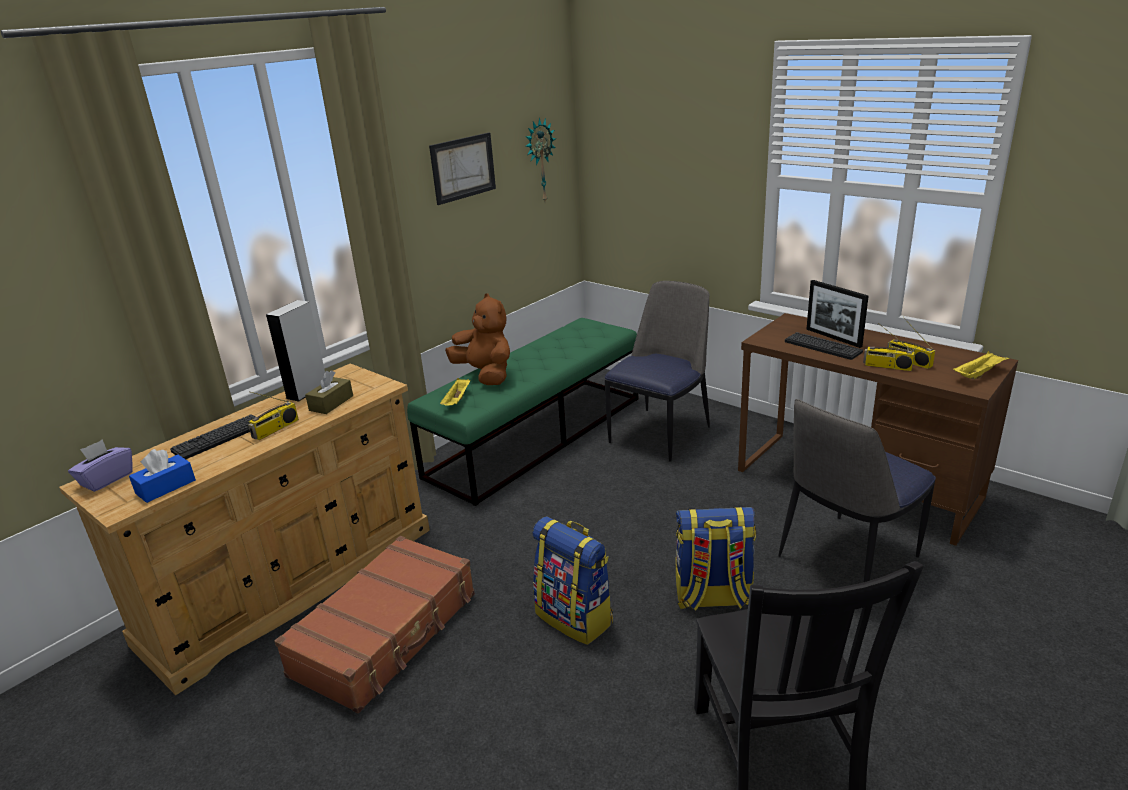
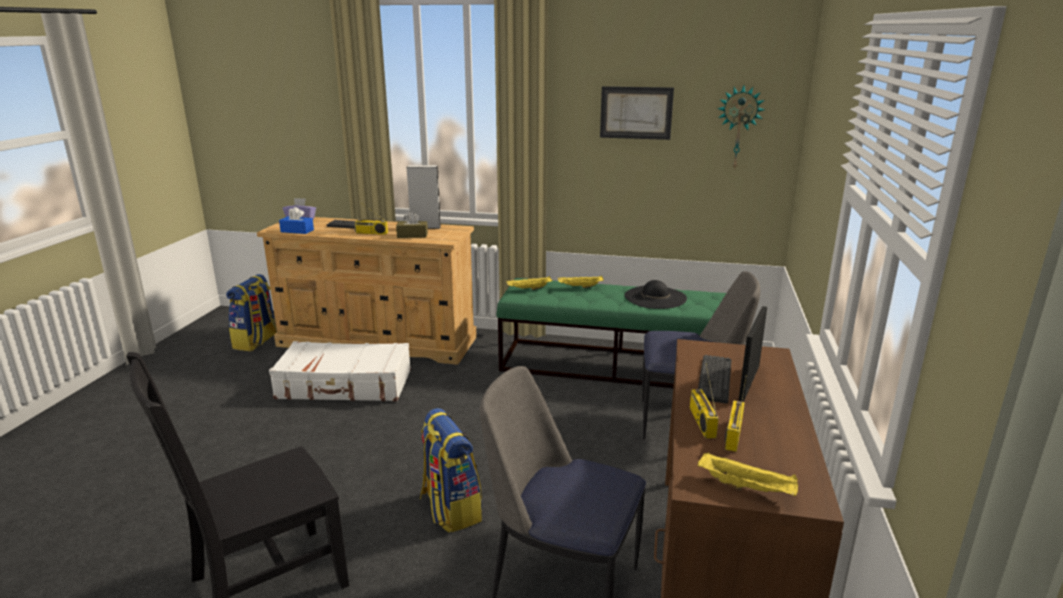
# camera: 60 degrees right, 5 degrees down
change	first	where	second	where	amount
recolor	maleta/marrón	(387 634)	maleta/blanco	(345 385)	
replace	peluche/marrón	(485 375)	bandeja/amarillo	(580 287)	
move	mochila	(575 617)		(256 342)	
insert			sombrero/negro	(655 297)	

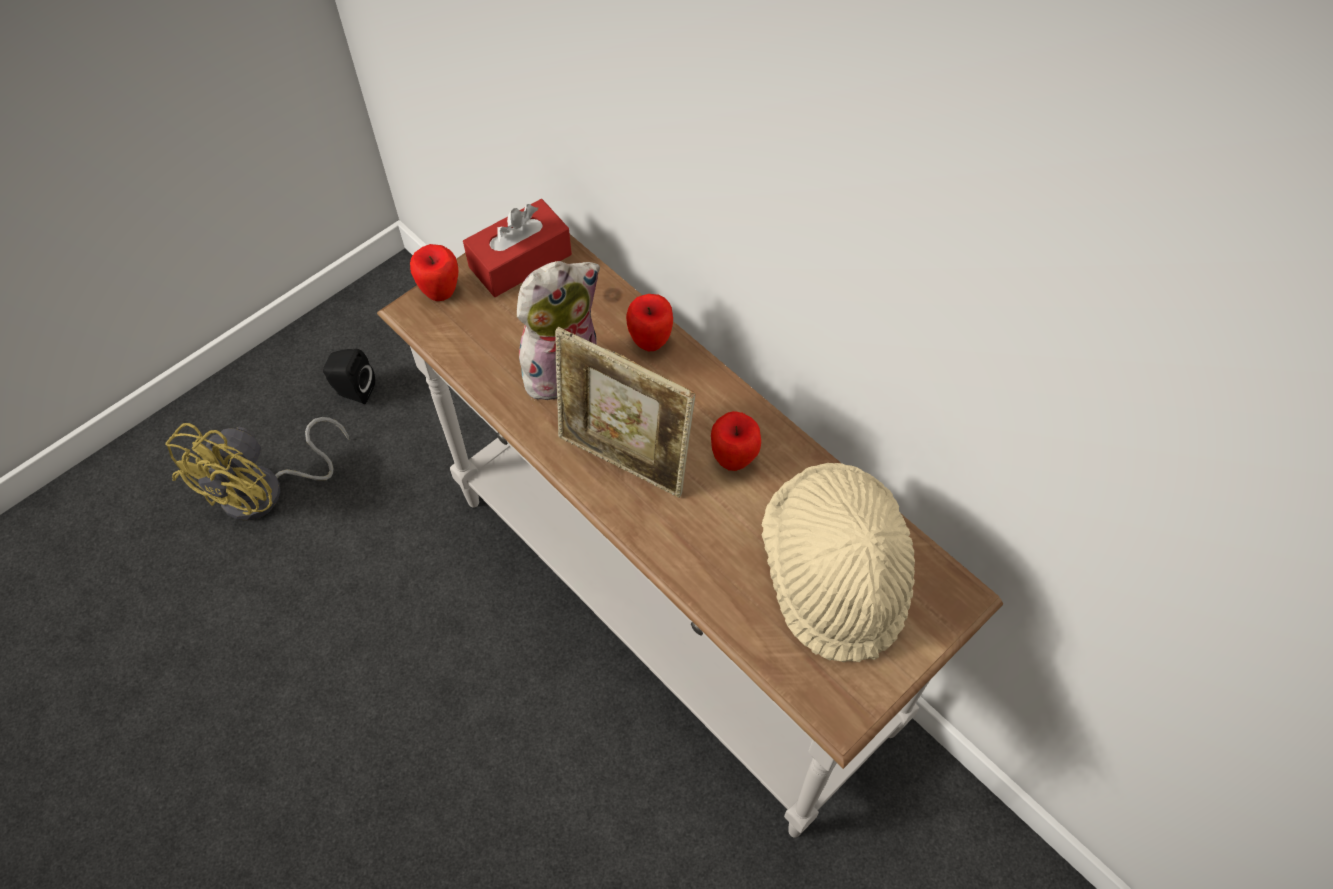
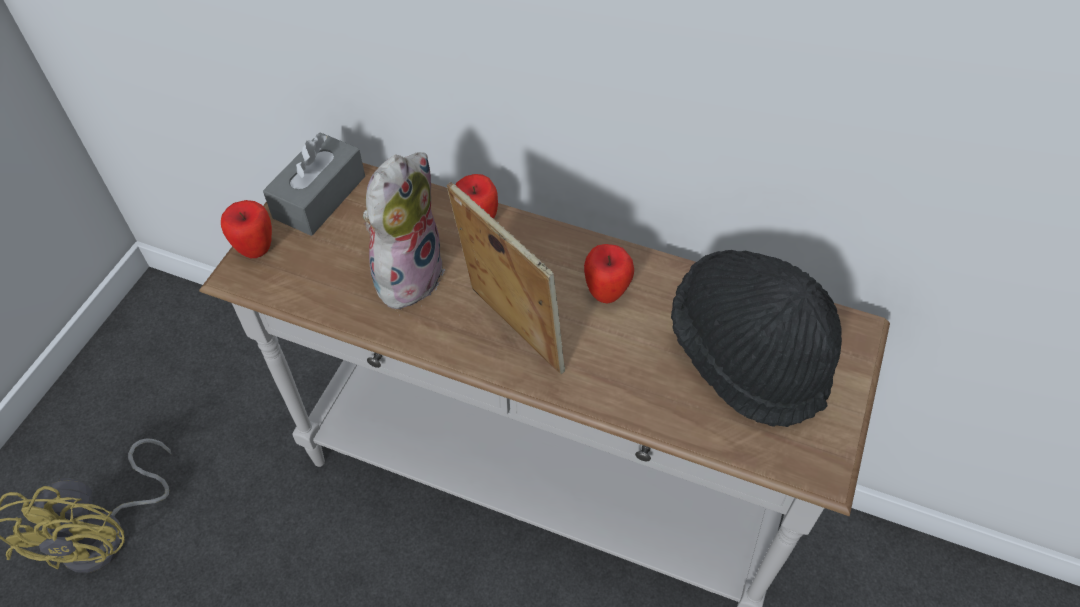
# camera: 25 degrees left, 5 degrees down
change	first	where	second	where	amount
delete	altavoz/negro	(353 391)			
recolor	caja de pañuelos/rojo	(520 261)	caja de pañuelos/gris	(319 197)	
rotate	portarretratos	(624 461)		(510 331)	135 degrees counterclockwise
recolor	sombrero/beis	(835 576)	sombrero/negro	(748 355)	

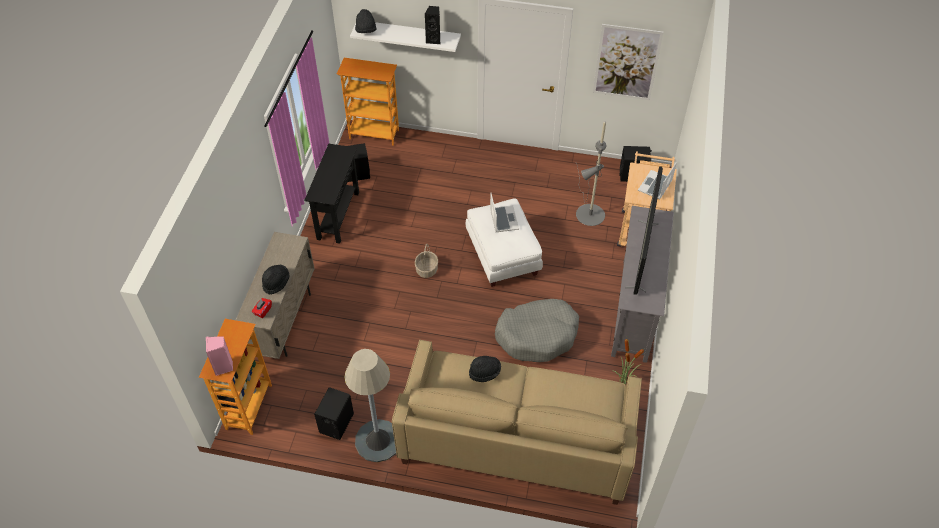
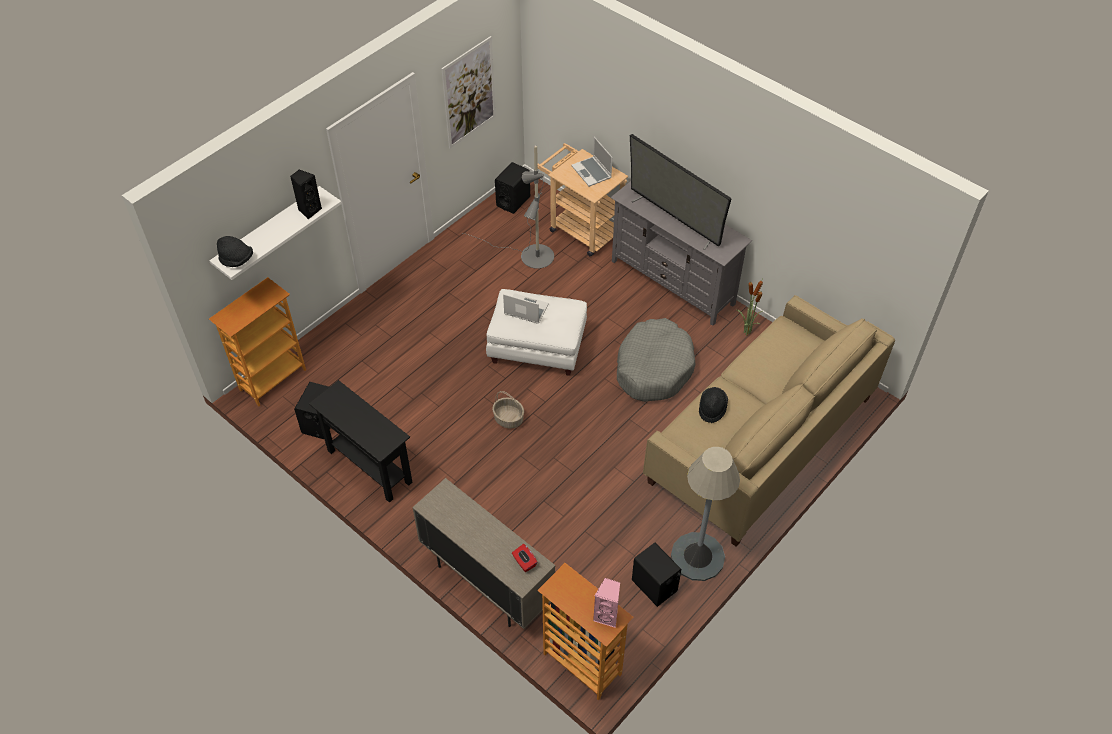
# camera: 60 degrees left, 0 degrees up
change	first	where	second	where	amount
delete	sombrero/negro	(276 283)			

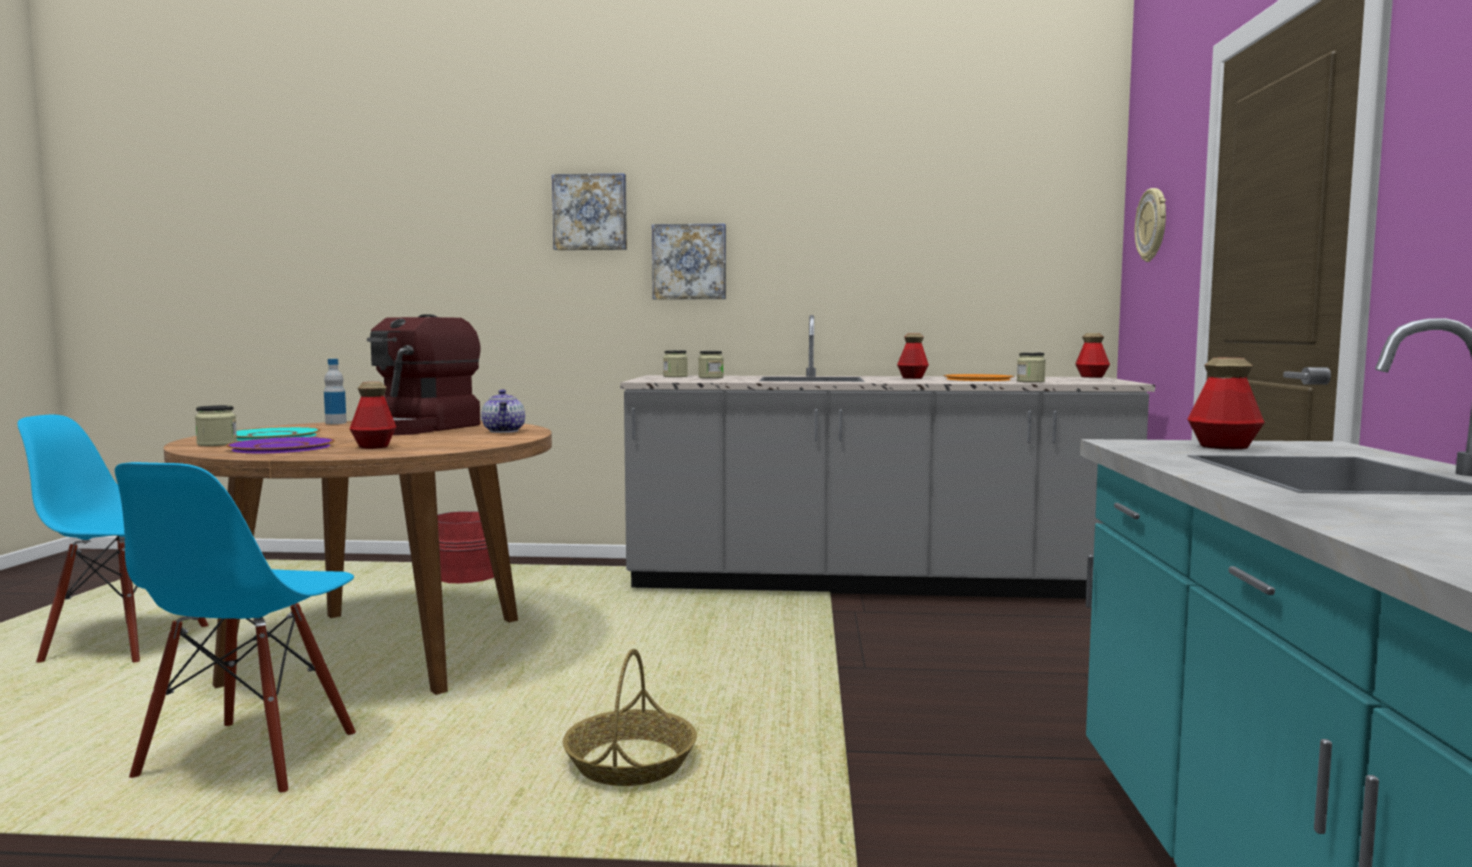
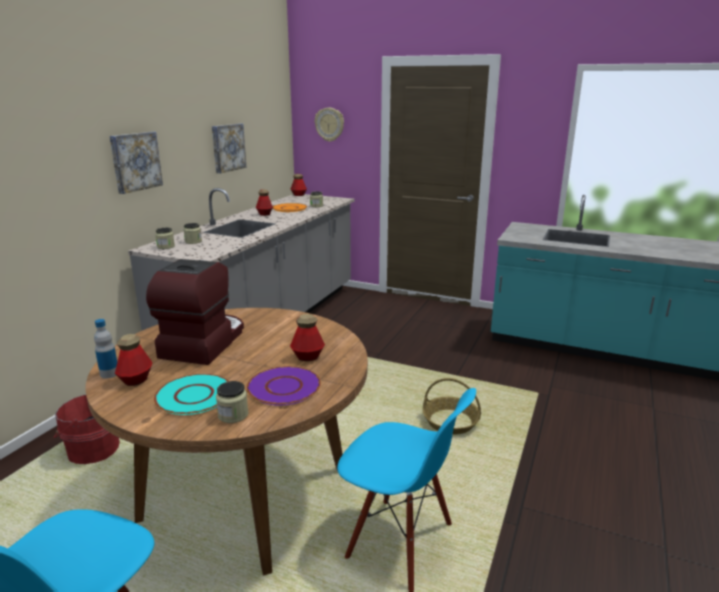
# camera: 70 degrees left, 15 degrees up
change	first	where	second	where	amount
rotate	cafetera	(418 428)		(203 343)	120 degrees counterclockwise
delete	tetera	(505 431)			
move	cuadro	(590 212)		(227 147)	
move	botella	(1223 447)		(136 380)	

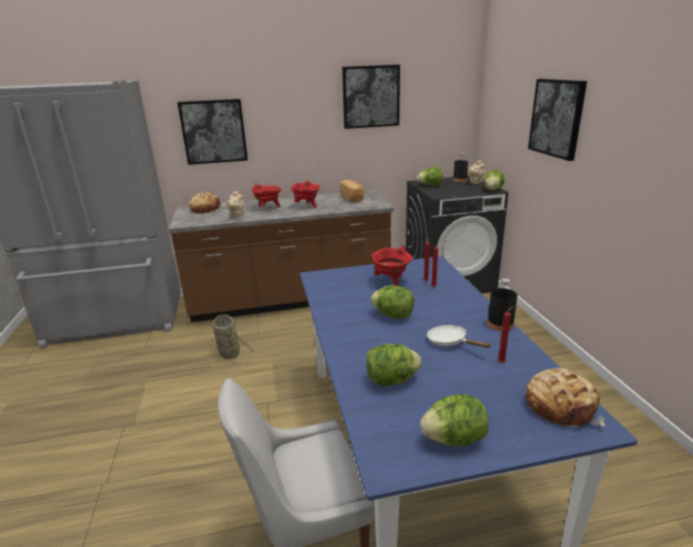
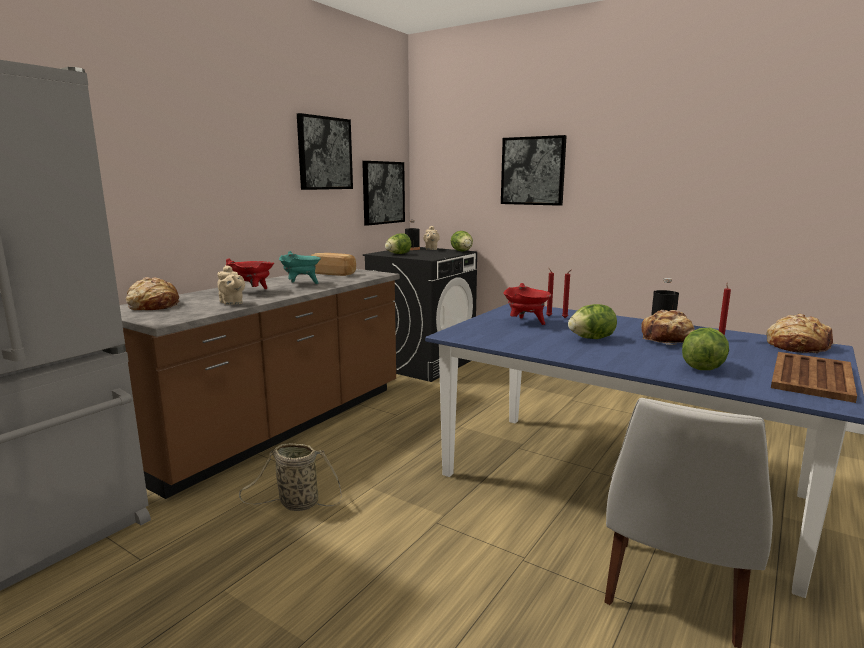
# camera: 45 degrees left, 10 degrees down
change	first	where	second	where	amount
move	cuadro	(214 131)		(383 192)	
recolor	olla/rojo	(307 206)	olla/turquesa	(301 284)	
replace	lechuga	(454 439)	bandeja/marrón	(812 377)	
replace	sartén/blanco	(450 342)	pan	(667 339)	

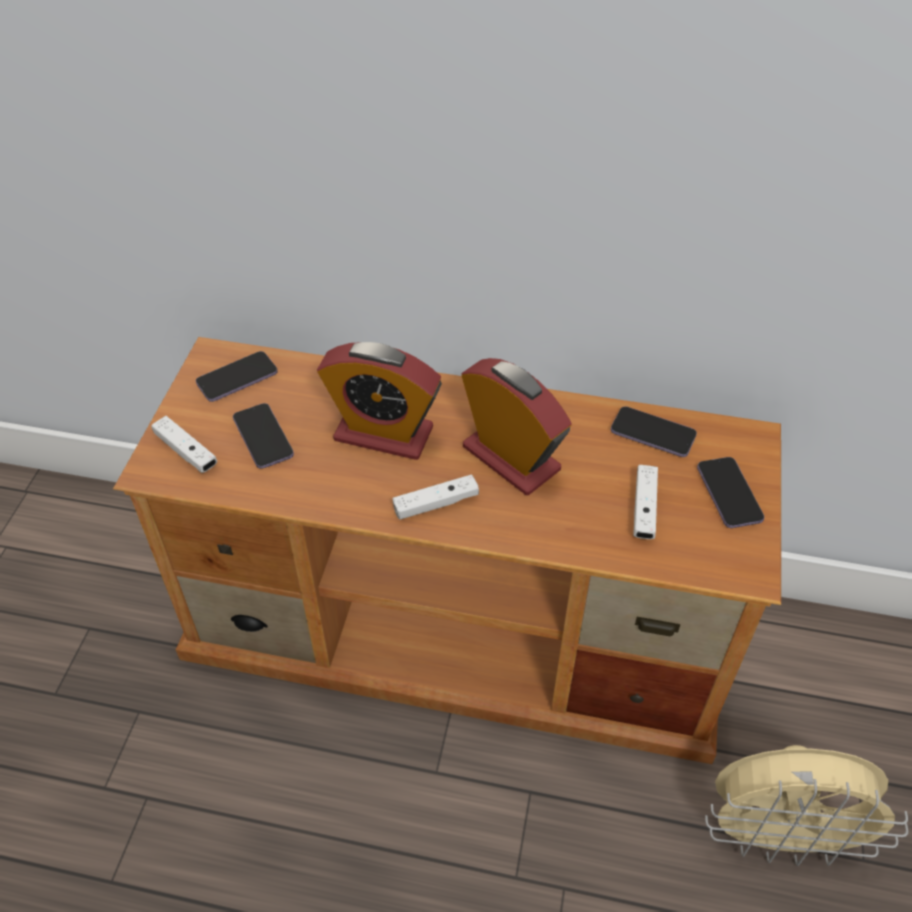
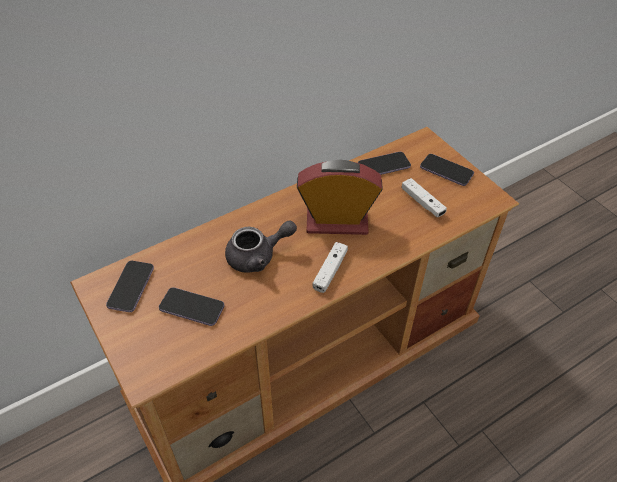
# camera: 45 degrees left, 0 degrees up
change	first	where	second	where	amount
delete	mando de consola/blanco	(186 451)			
replace	despertador	(383 434)	tetera/gris	(258 256)	
delete	ventilador/beis	(780 836)			

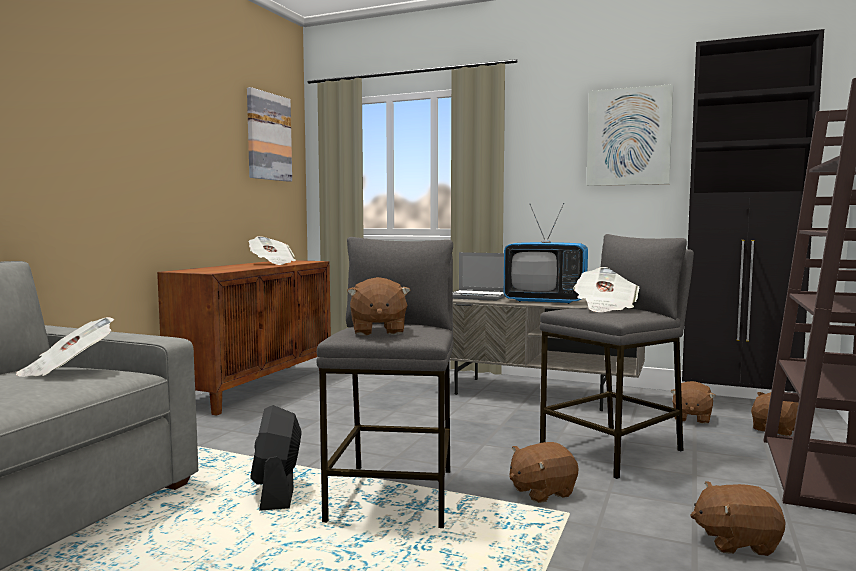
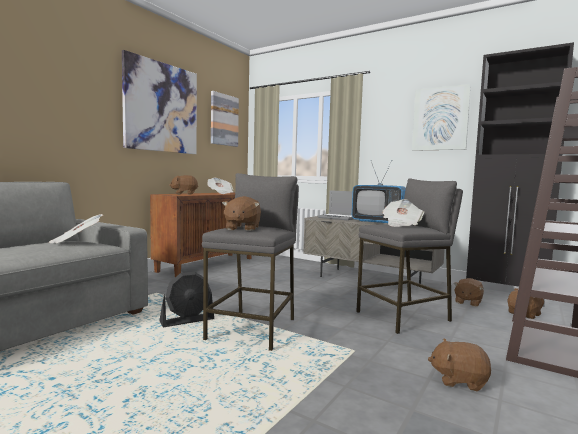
# camera: 10 degrees right, 0 degrees up
change	first	where	second	where	amount
rotate	ventilador/negro	(277 492)		(187 321)	120 degrees counterclockwise
move	peluche/marrón	(541 492)		(184 194)	
insert			cuadro	(161 107)	

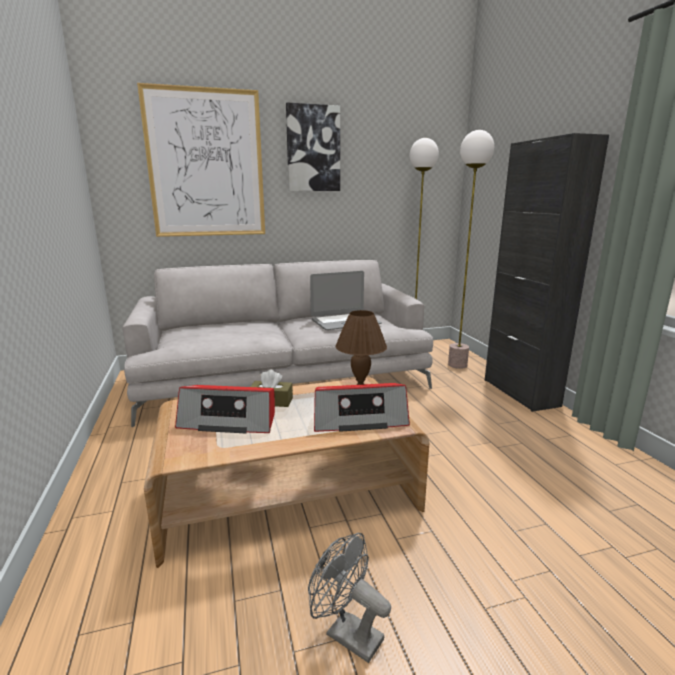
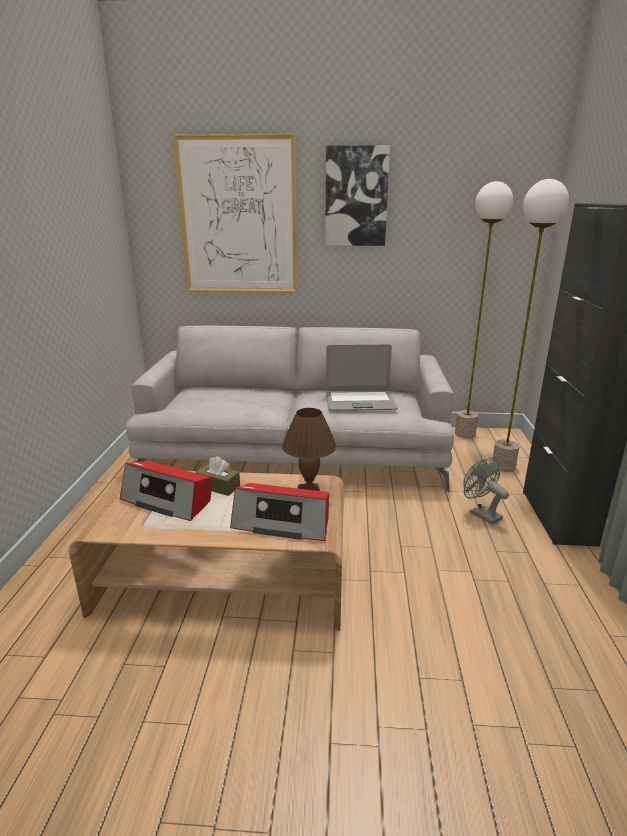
# camera: 20 degrees right, 5 degrees up
change	first	where	second	where	amount
move	ventilador/gris	(346 633)		(481 514)	

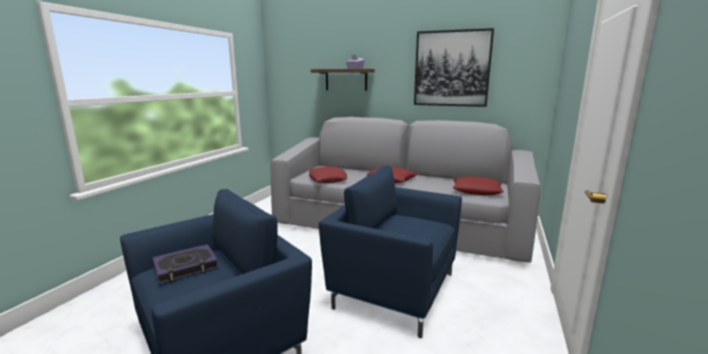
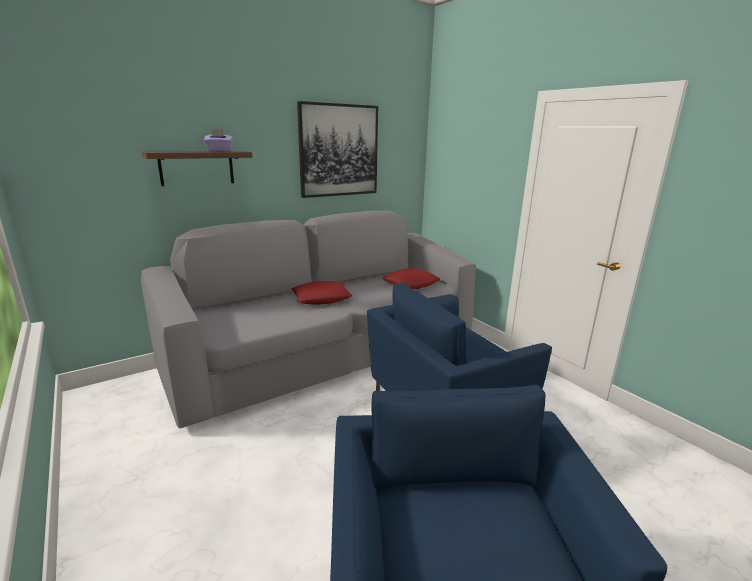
# camera: 55 degrees left, 5 degrees up
change	first	where	second	where	amount
delete	libro	(186 267)			
delete	cojín/rojo	(327 179)			

